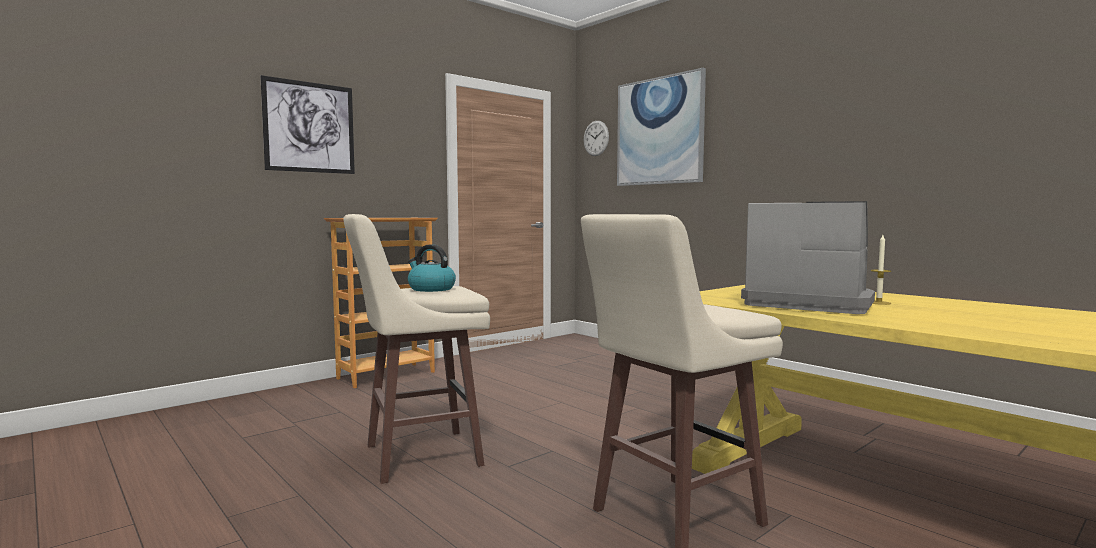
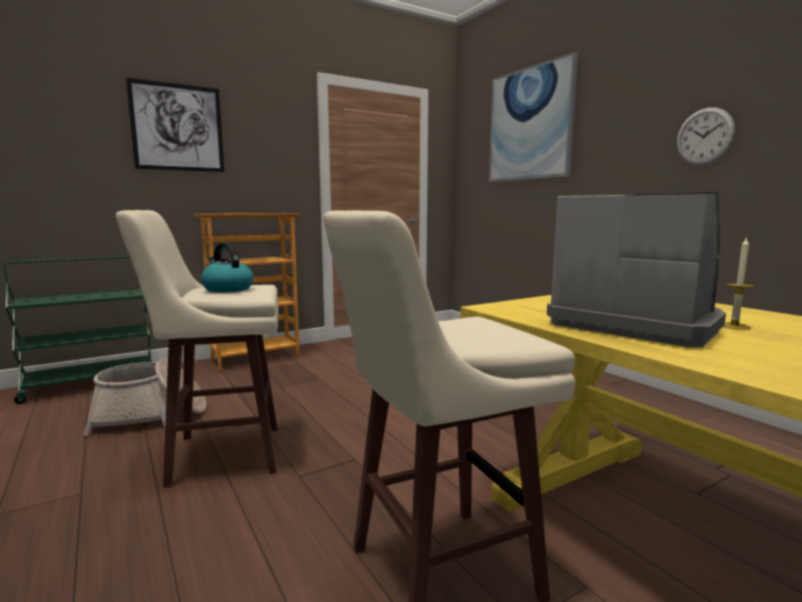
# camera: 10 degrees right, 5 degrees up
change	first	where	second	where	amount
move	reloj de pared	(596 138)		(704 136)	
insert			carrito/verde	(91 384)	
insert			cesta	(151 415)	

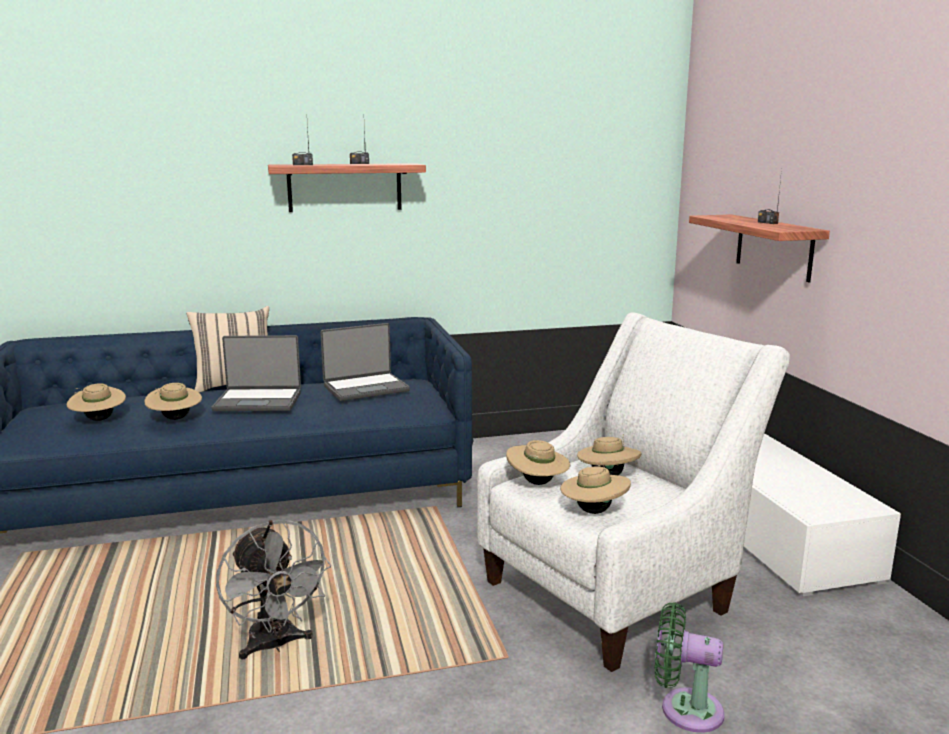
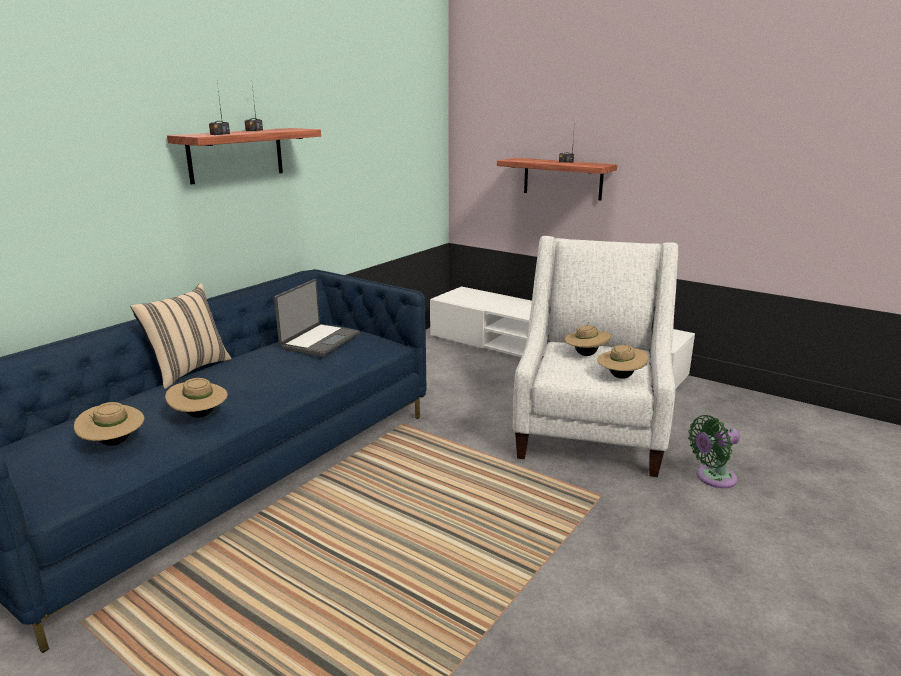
# camera: 40 degrees left, 5 degrees up
change	first	where	second	where	amount
delete	portátil	(258 401)			
delete	ventilador/gris	(275 645)			
delete	sombrero/beis	(537 483)			

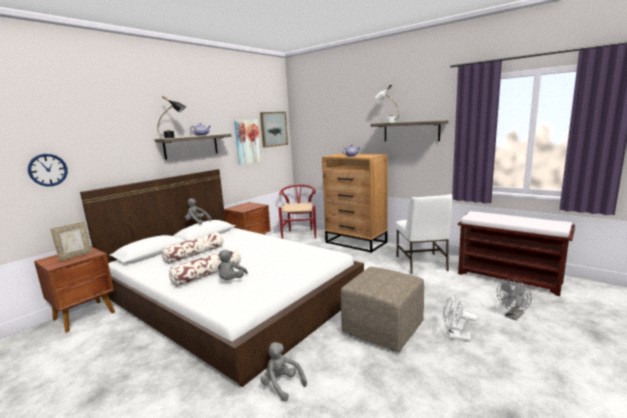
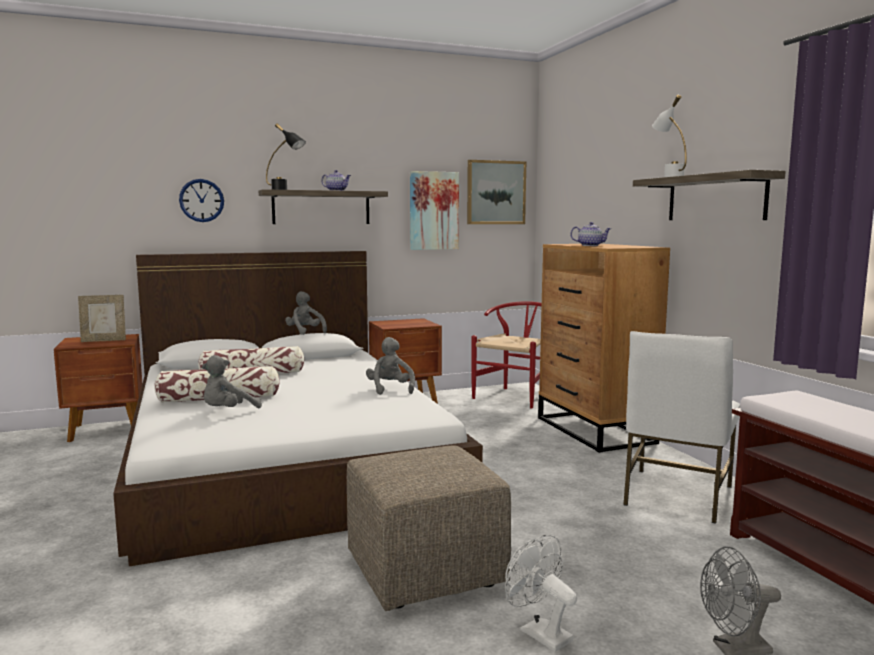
# camera: 30 degrees right, 5 degrees down
change	first	where	second	where	amount
move	reloj de pared	(48 170)		(201 200)	
move	peluche/gris	(282 385)		(390 389)	

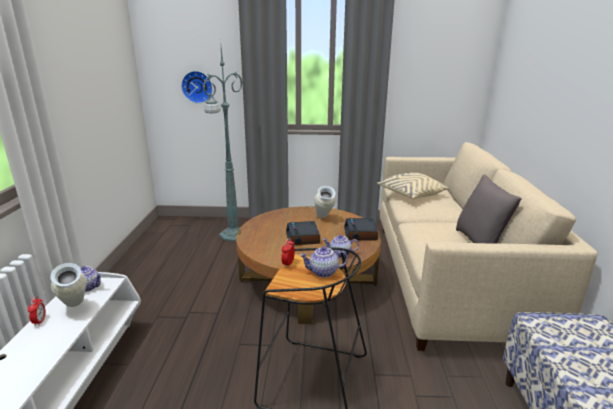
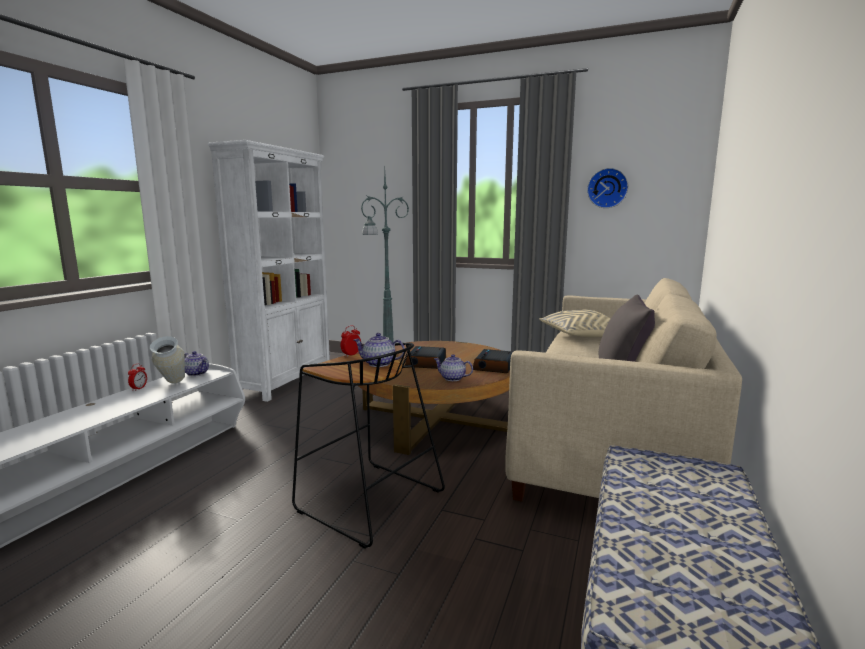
# camera: 20 degrees right, 10 degrees down
change	first	where	second	where	amount
move	reloj de pared	(197 87)		(607 188)	
delete	florero	(323 220)			
insert			estantería/blanco	(286 381)	

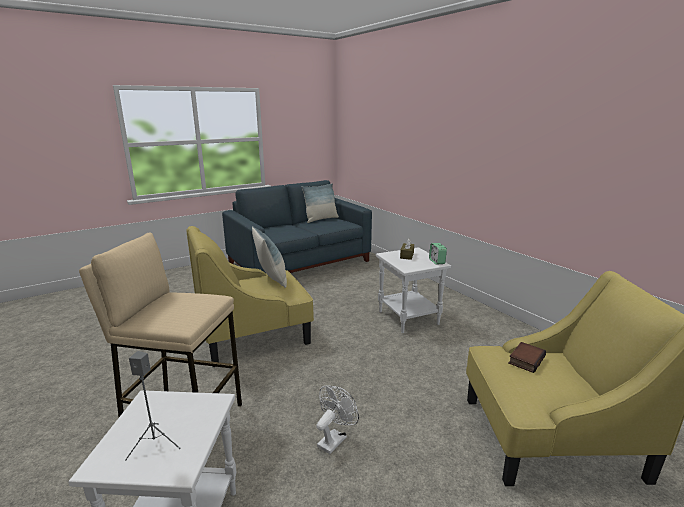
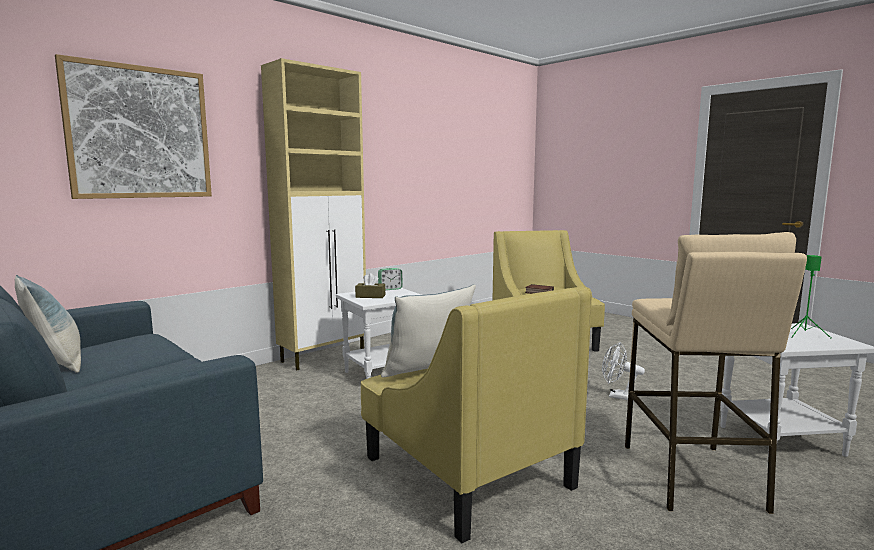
# camera: 100 degrees left, 10 degrees down
change	first	where	second	where	amount
recolor	altavoz/gris	(154 444)	altavoz/verde	(805 334)	
insert			cuadro	(140 133)	
insert			armario/beis	(324 357)	

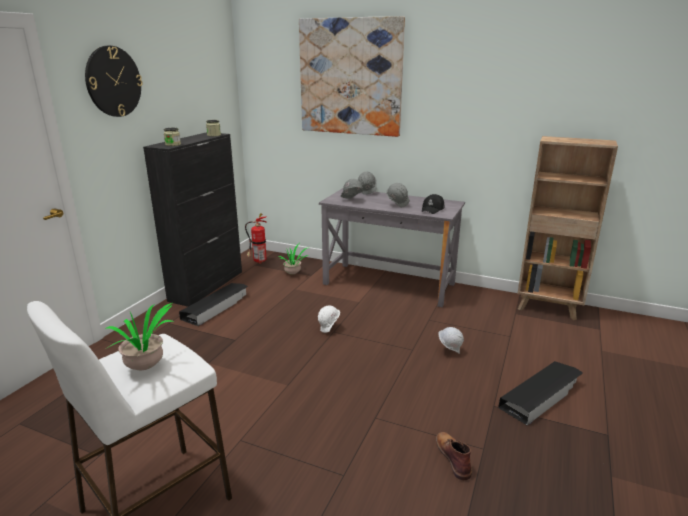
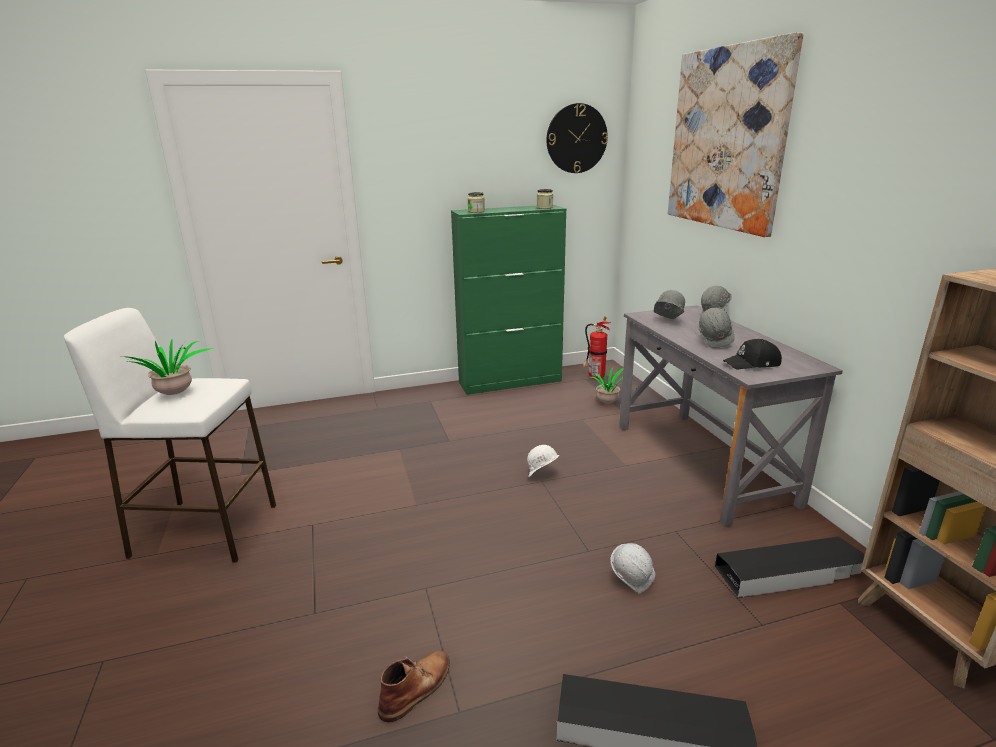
# camera: 50 degrees right, 0 degrees up
change	first	where	second	where	amount
move	reloj de pared	(113 81)		(576 138)	
recolor	armario/negro	(207 285)	armario/verde	(510 381)	
move	caja de almacenaje/negro	(216 307)		(789 573)	

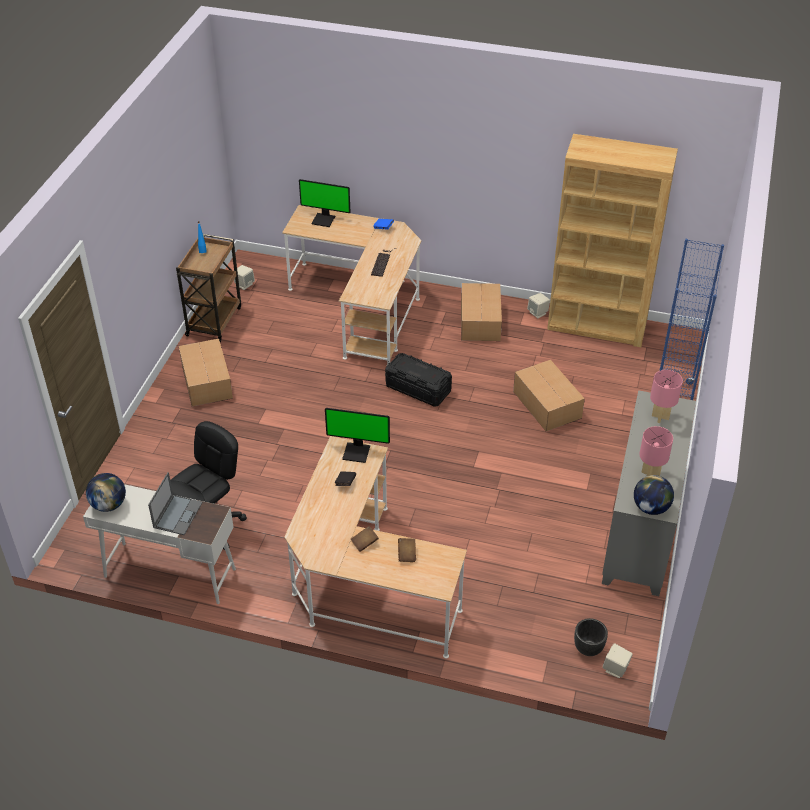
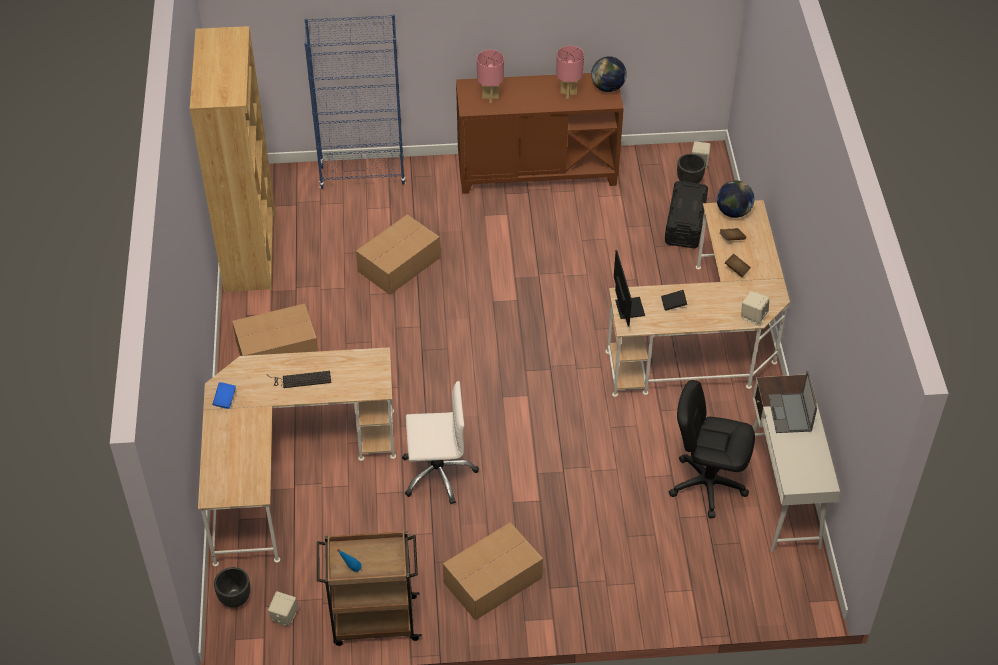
# camera: 110 degrees left, 5 degrees up
change	first	where	second	where	amount
move	globo terráqueo	(109 505)		(733 212)	
rotate	portátil	(178 514)		(790 414)	90 degrees counterclockwise
delete	monitor	(324 219)			
move	caja de almacenaje/negro	(418 389)		(685 224)	
move	altavoz/beis	(538 313)		(753 316)	
recolor	armario/gris	(642 528)	armario/marrón	(537 171)	
insert			maceta/negro	(234 599)	
insert			silla de oficina/blanco	(438 473)	

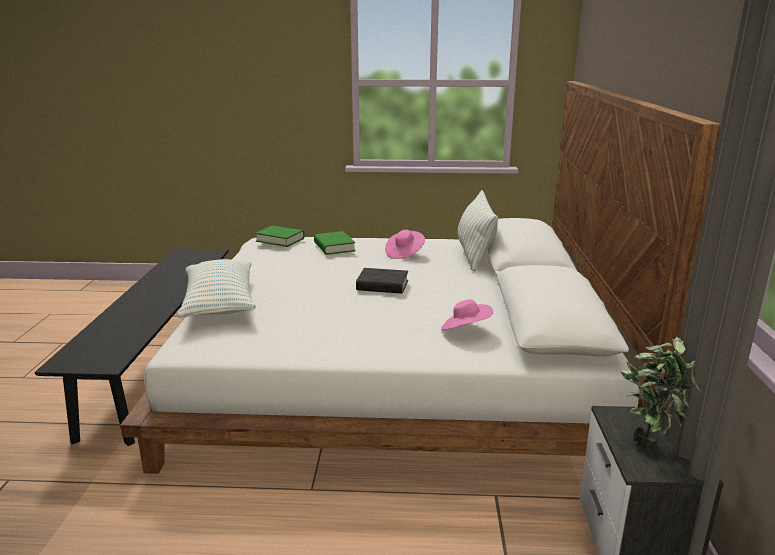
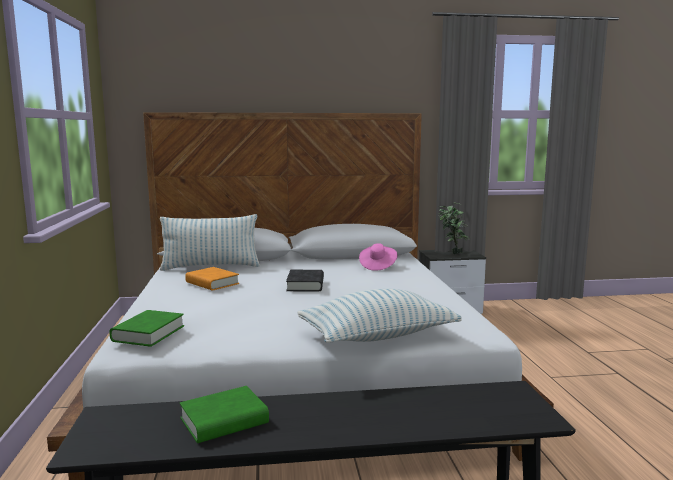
# camera: 100 degrees left, 10 degrees down
change	first	where	second	where	amount
move	libro/verde	(334 247)		(224 421)	
replace	sombrero/rosa	(404 253)	libro/naranja	(212 283)	

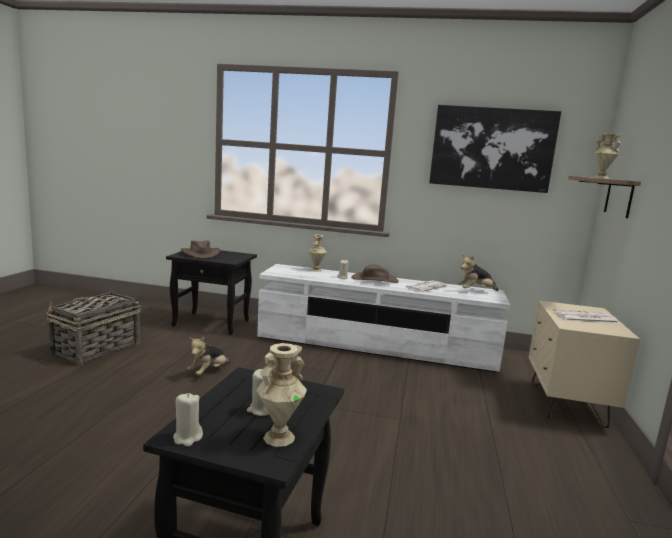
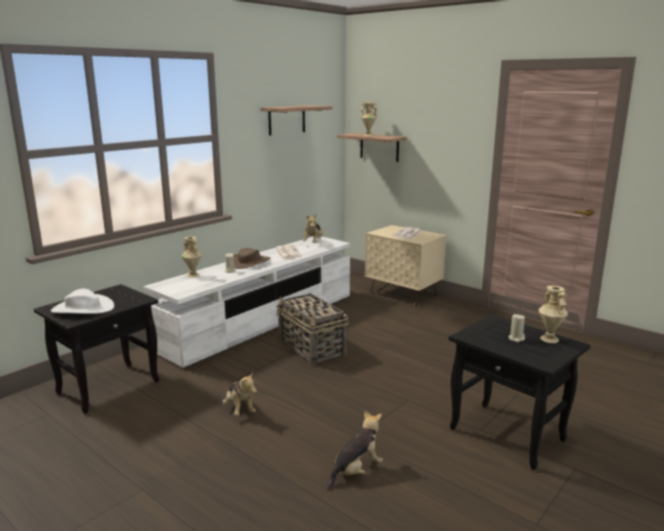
# camera: 60 degrees left, 5 degrees up
change	first	where	second	where	amount
move	cesta	(96 349)		(312 348)	
delete	vela/beis	(187 437)			
recolor	sombrero/marrón	(200 254)	sombrero/blanco	(83 309)	
replace	cuadro	(492 148)	estante	(286 120)	
insert			peluche	(356 471)	

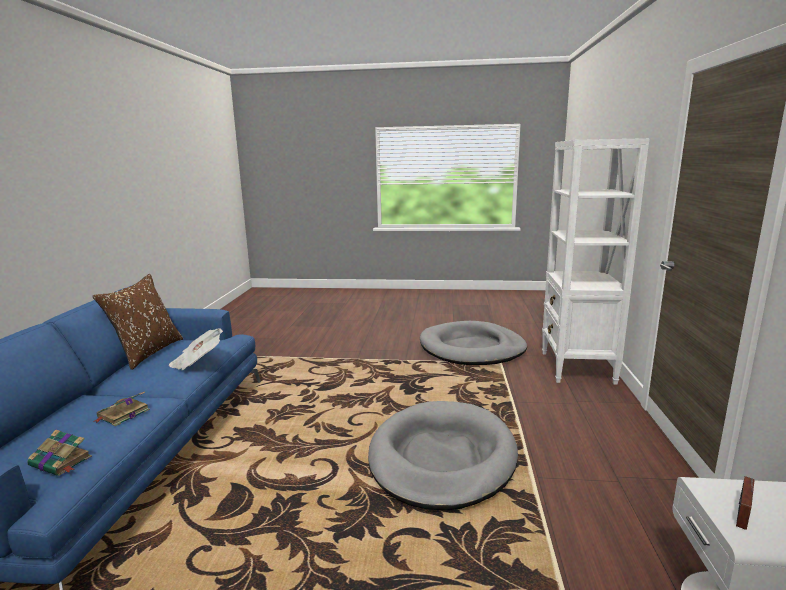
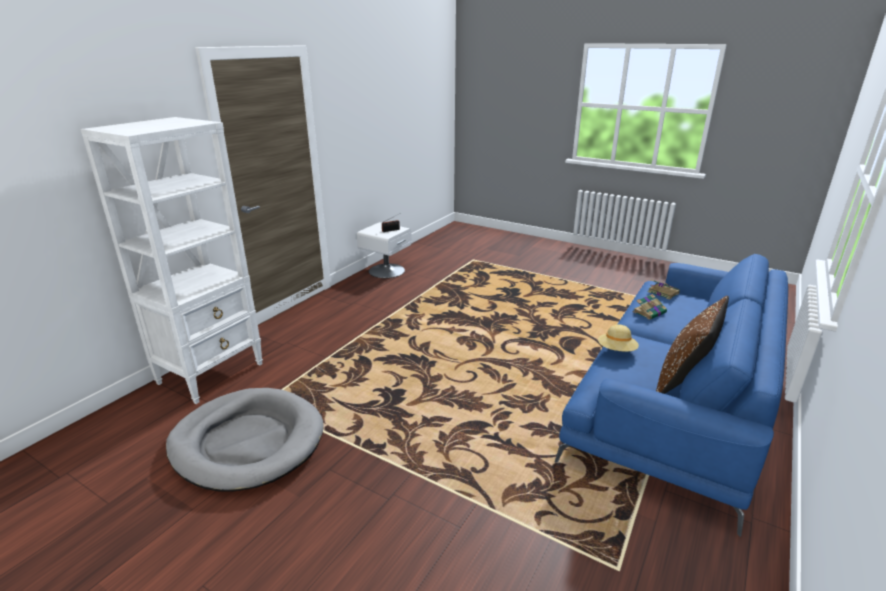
# camera: 155 degrees left, 10 degrees up
change	first	where	second	where	amount
replace	periódico	(197 362)	sombrero/beis	(616 351)	
delete	cama para perro/gris	(442 458)			

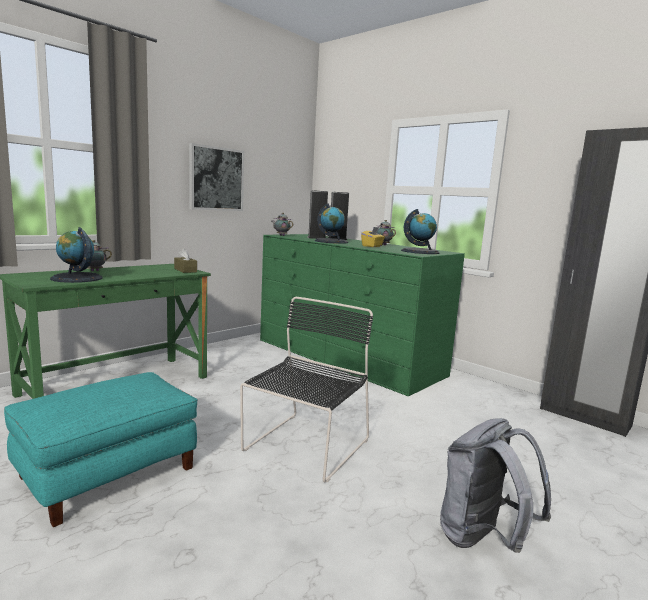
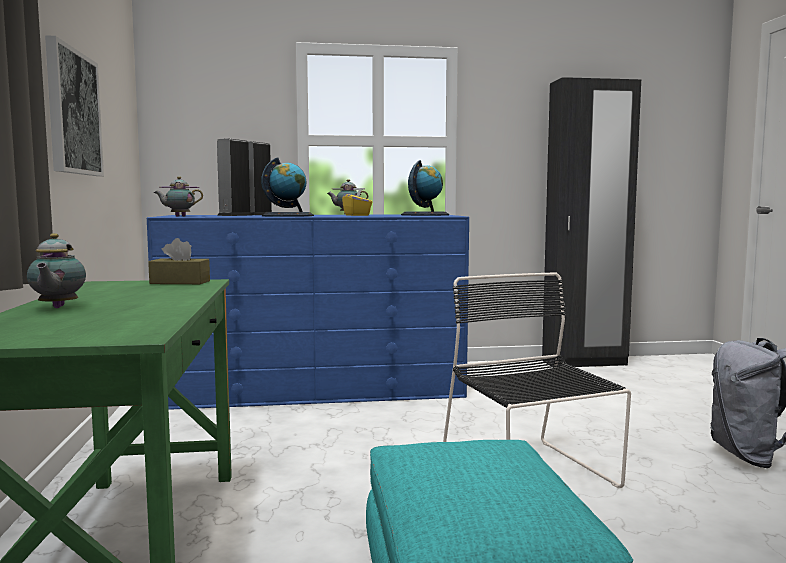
# camera: 50 degrees left, 5 degrees down
change	first	where	second	where	amount
delete	globo terráqueo	(76 278)			
recolor	cómoda/verde	(347 357)	cómoda/azul	(315 387)	

